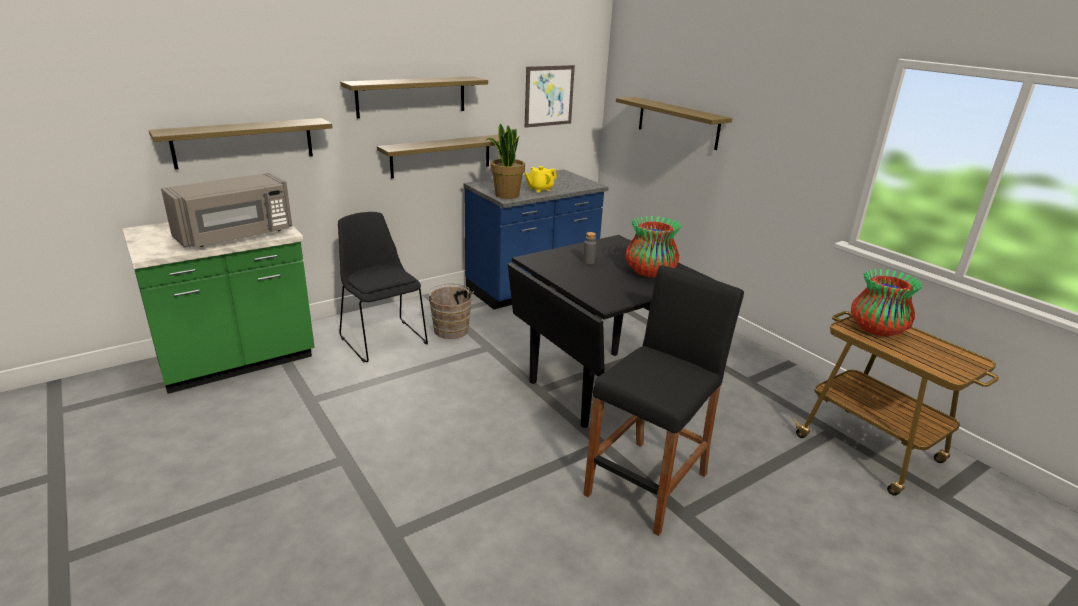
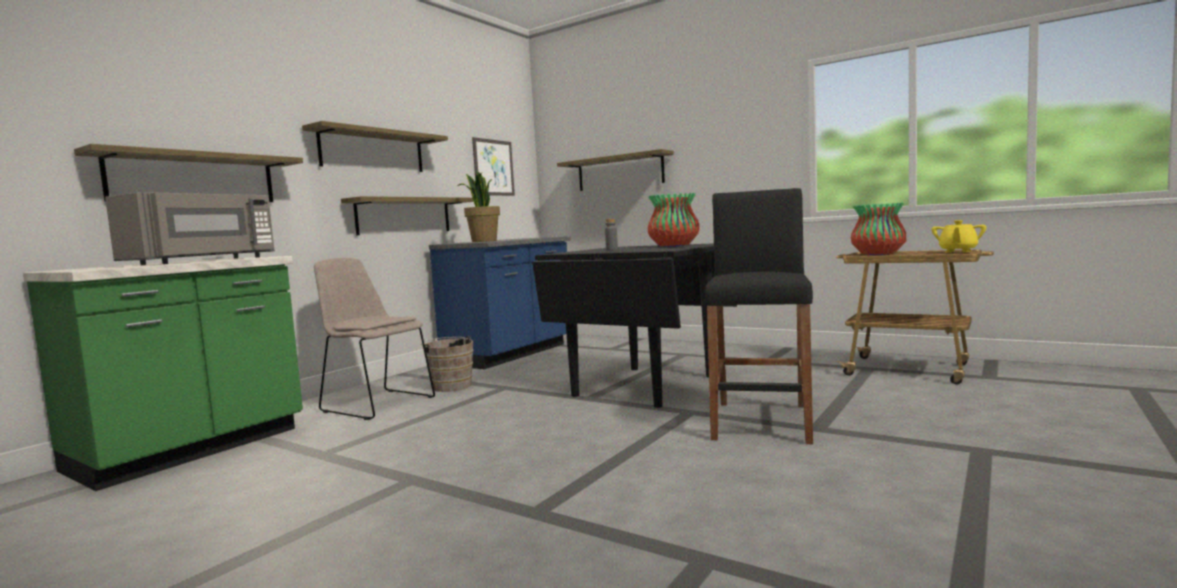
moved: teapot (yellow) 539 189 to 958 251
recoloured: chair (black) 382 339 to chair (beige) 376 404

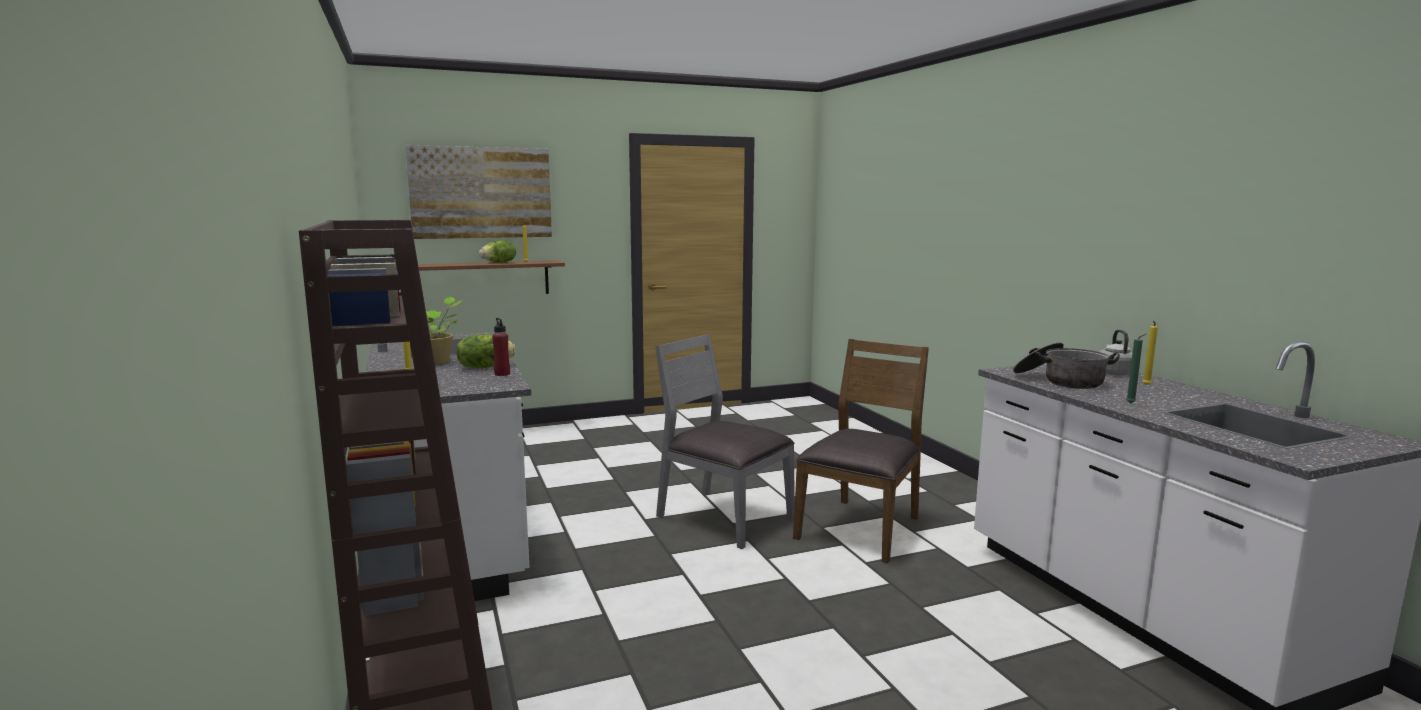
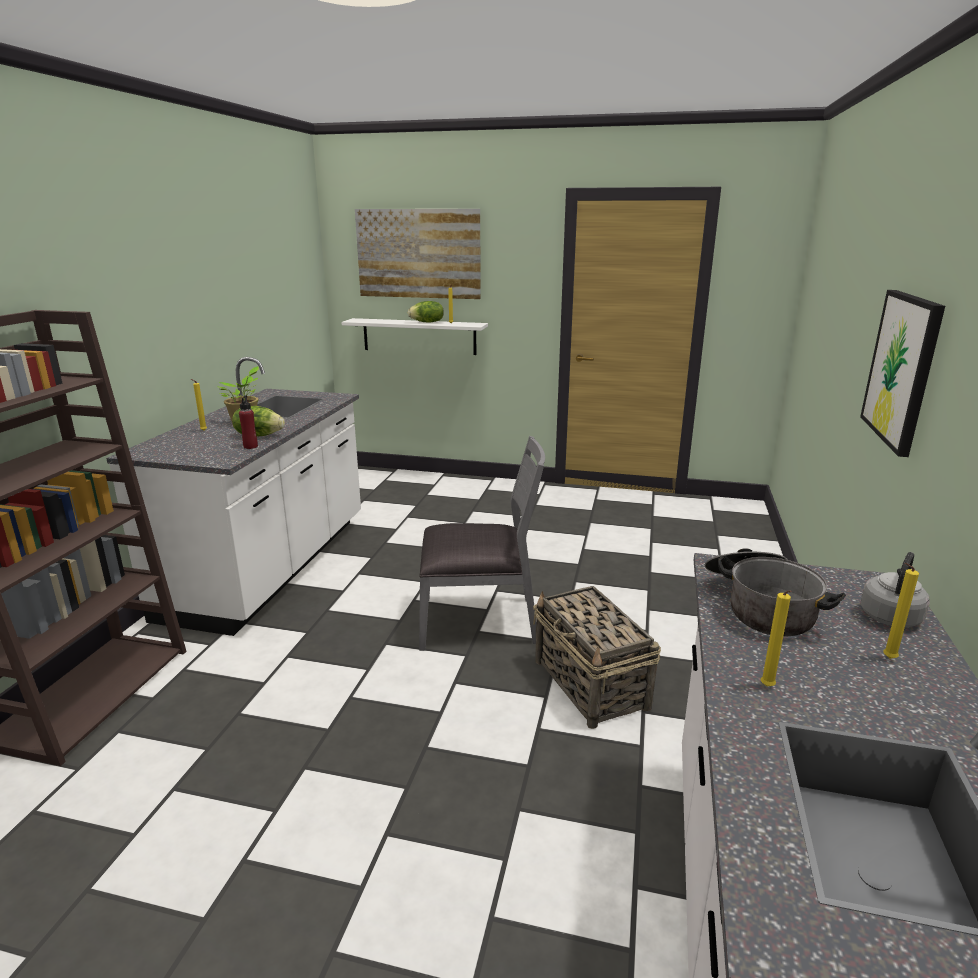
added: picture 902 369
replaced: chair (brown) 860 528 to basket 591 685
recoloured: shelf (brown) 483 279 to shelf (white) 419 336; candle (green) 1132 404 to candle (yellow) 767 688
turned: chair (grey) 722 517 = 479 621 105 degrees clockwise

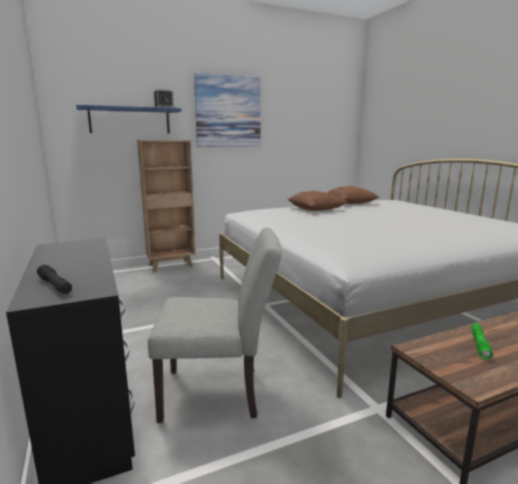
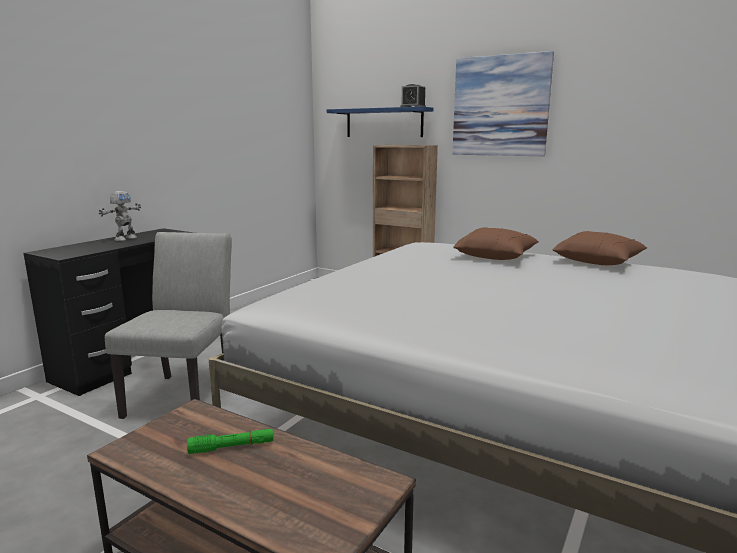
removed: flashlight (black) 55 285
added: toy robot 125 239
turned: chair (grey) 220 393 = 185 394 135 degrees counterclockwise

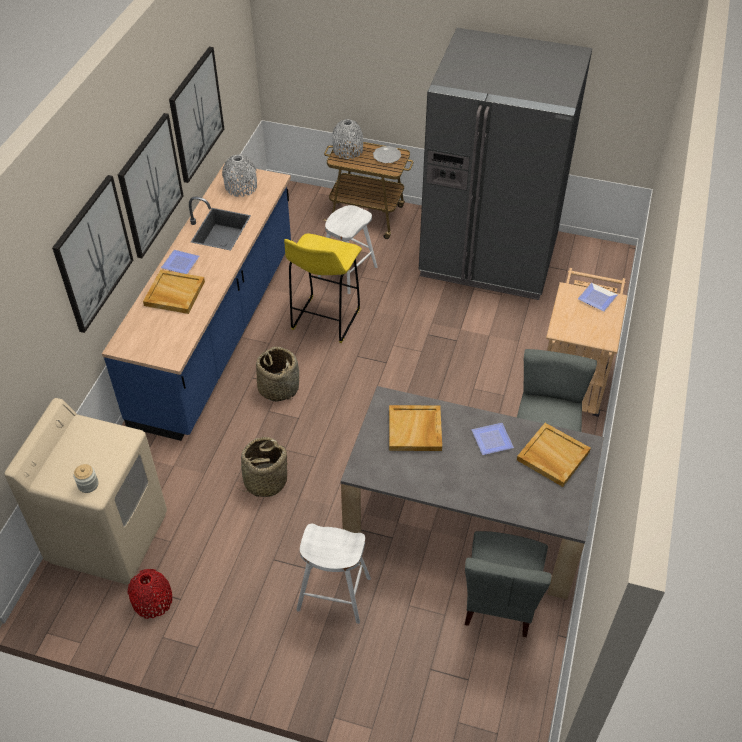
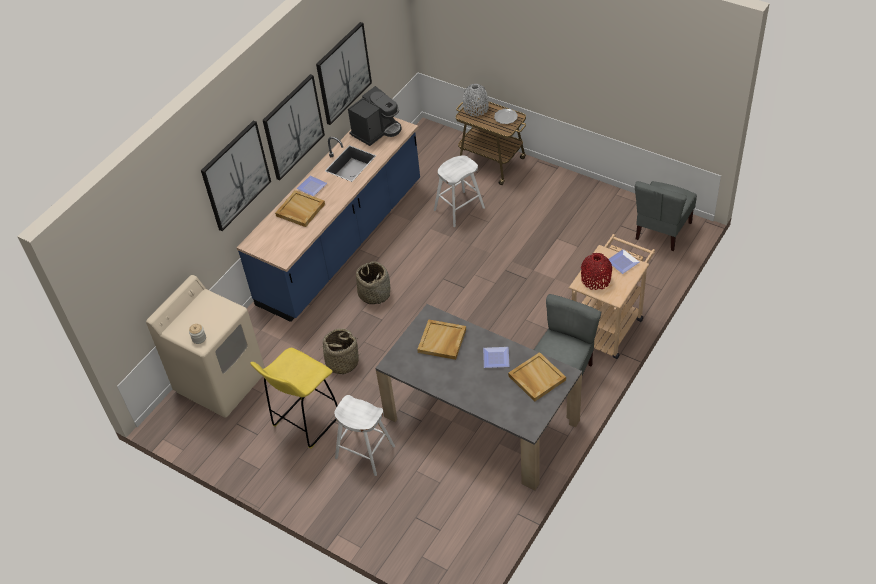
removed: fridge (grey) 489 256
moved: stool (yellow) 324 321 to 305 422; chair (grey) 500 601 to 662 231; vase (red) 153 601 to 596 279
replaced: vase (grey) 241 187 to coffee machine 376 131

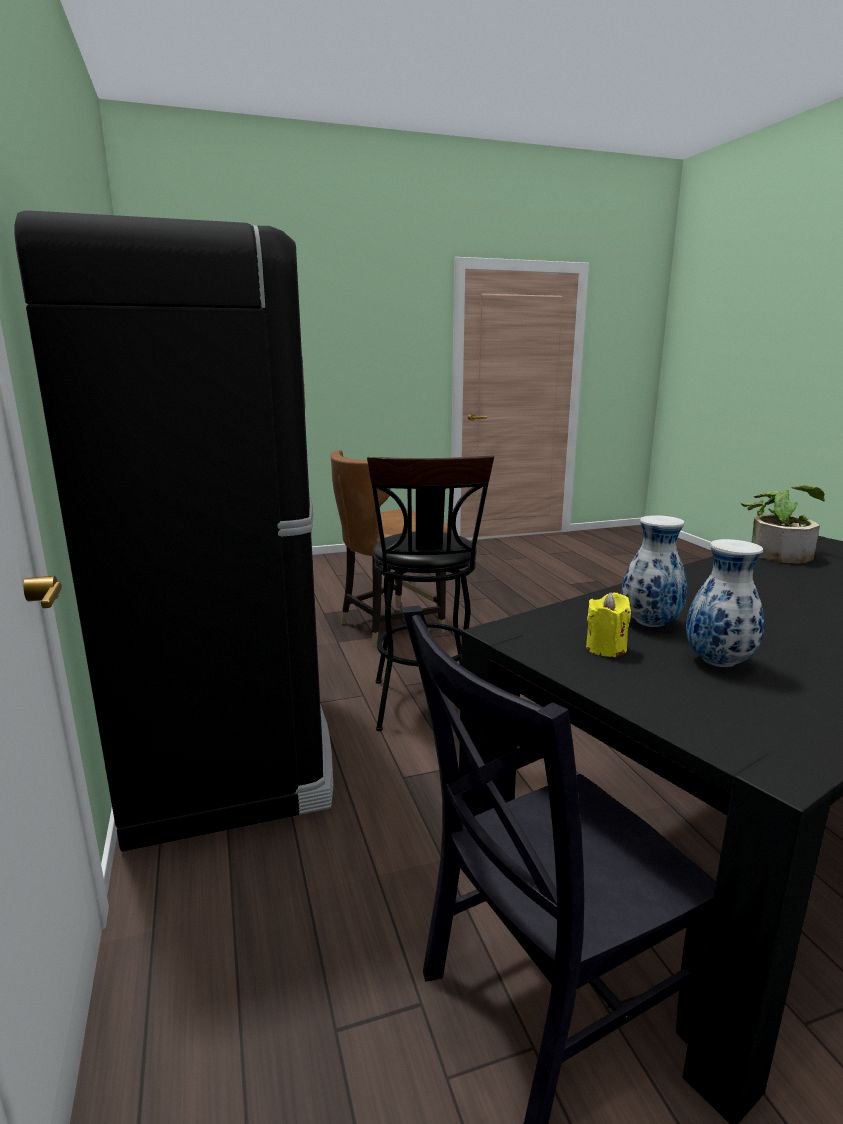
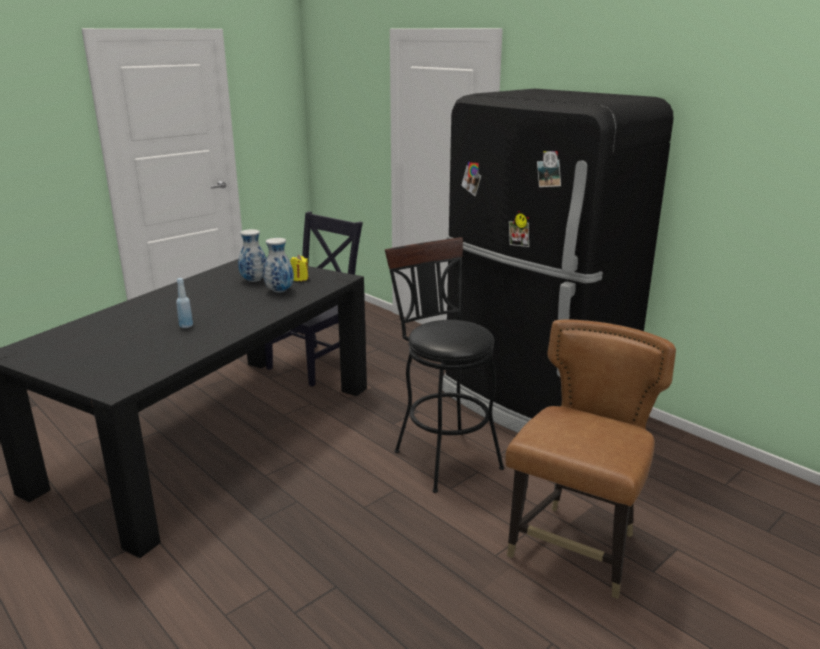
removed: potted plant 776 552
added: bottle (blue) 186 326

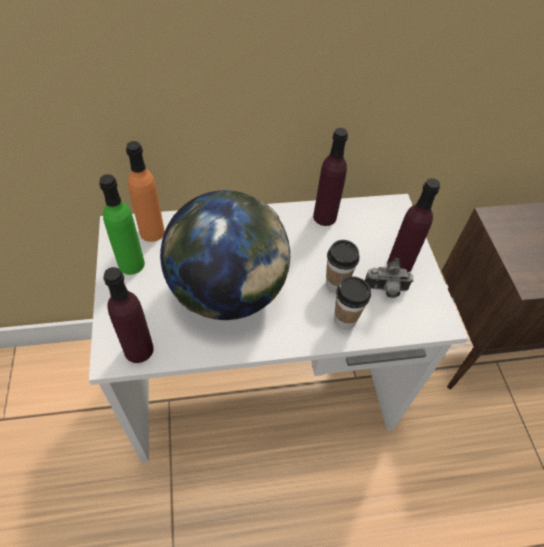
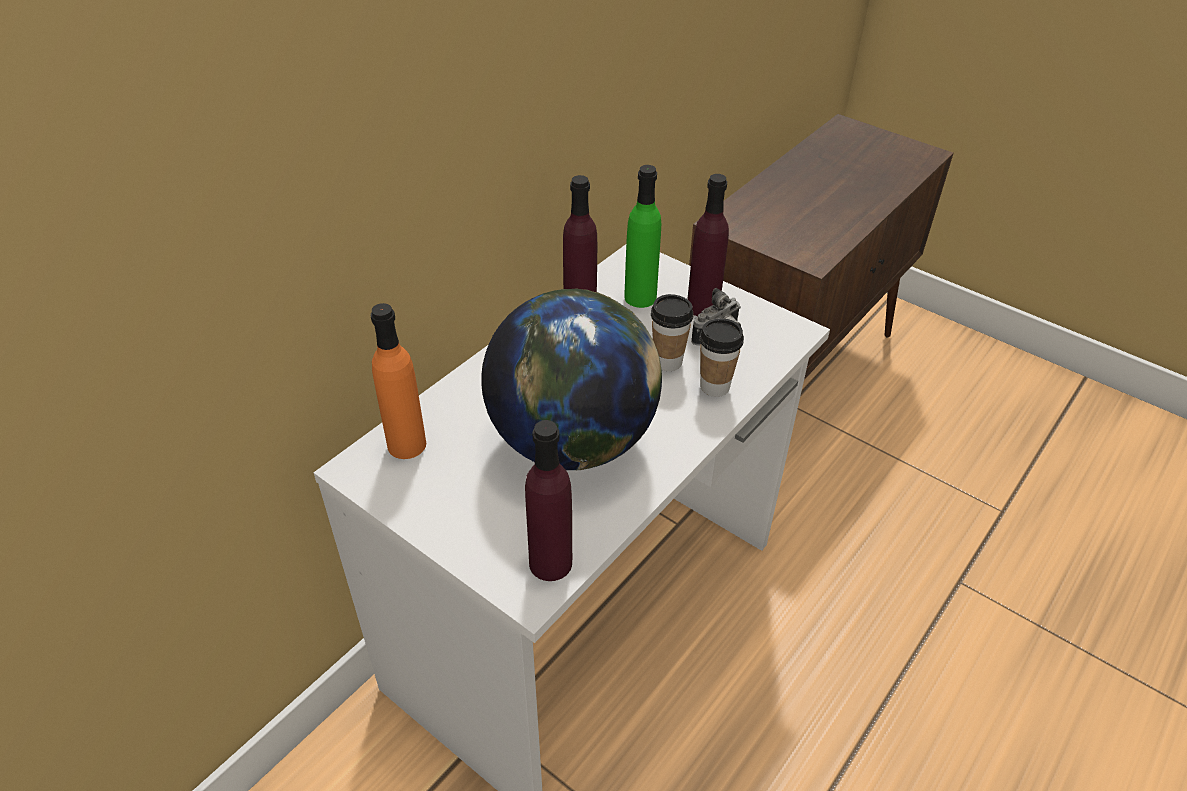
moved: bottle (green) 131 264 to 640 297

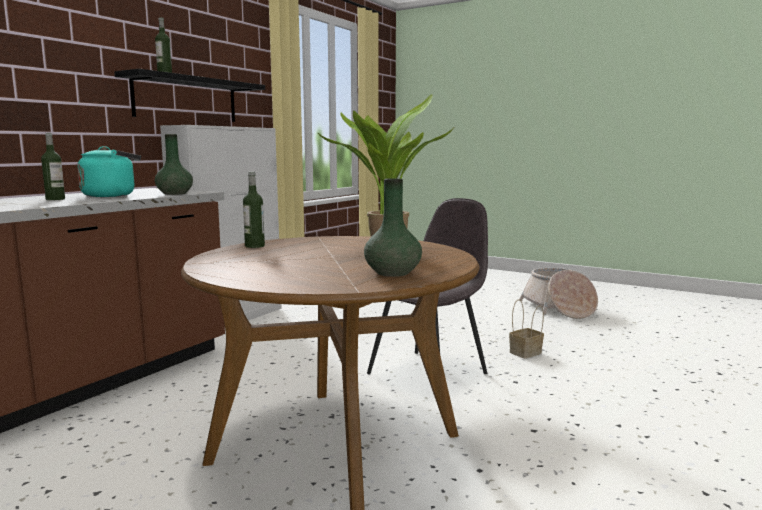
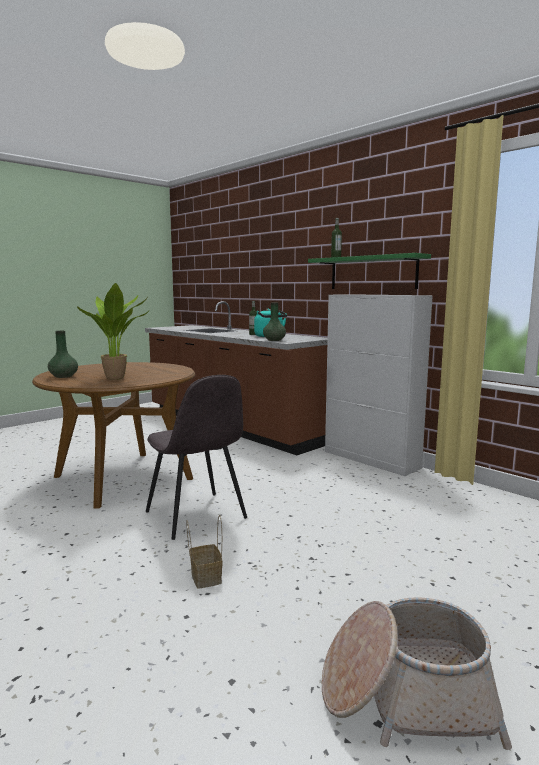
removed: bottle 254 246
recoloured: shelf (black) 186 99 to shelf (green) 372 273

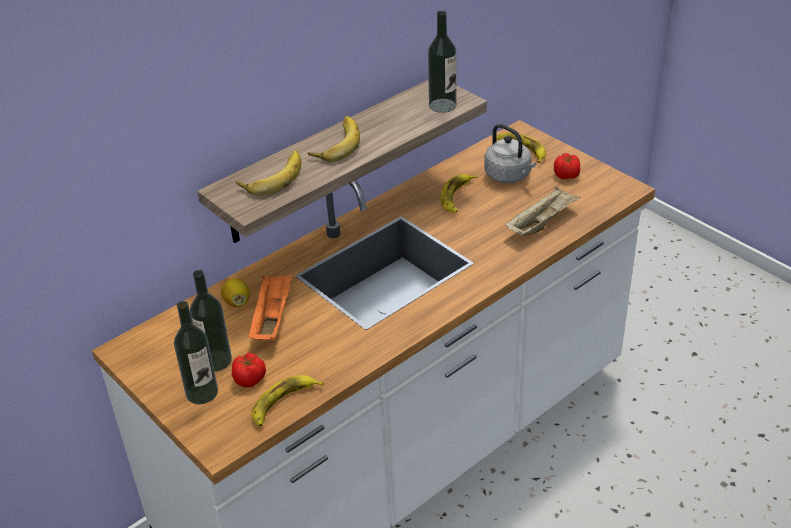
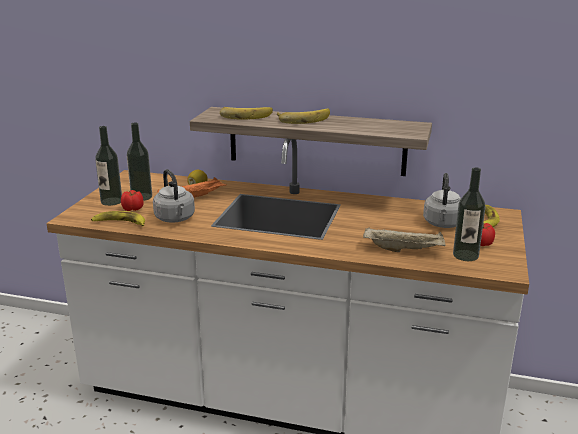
removed: banana 457 196
added: kettle (grey) 175 219
moved: bottle 442 105 to 465 255

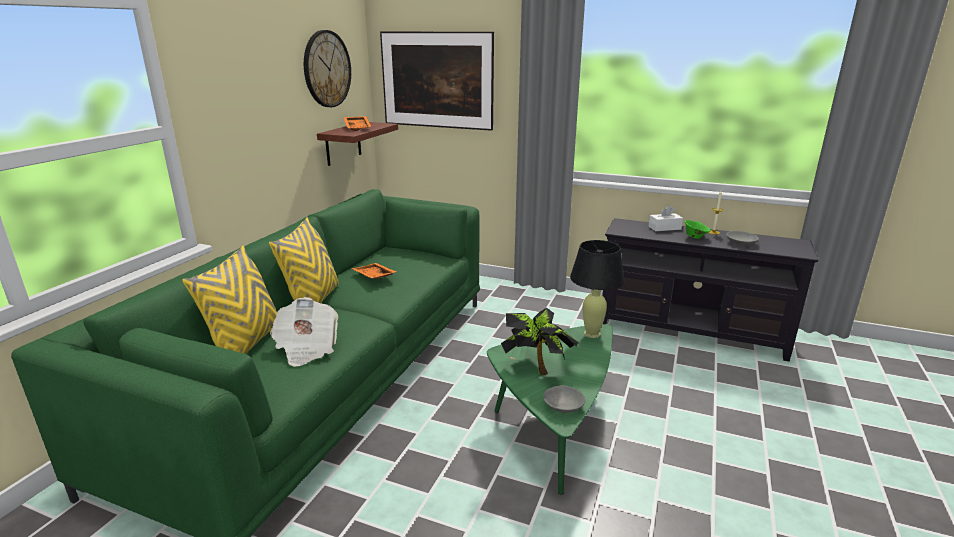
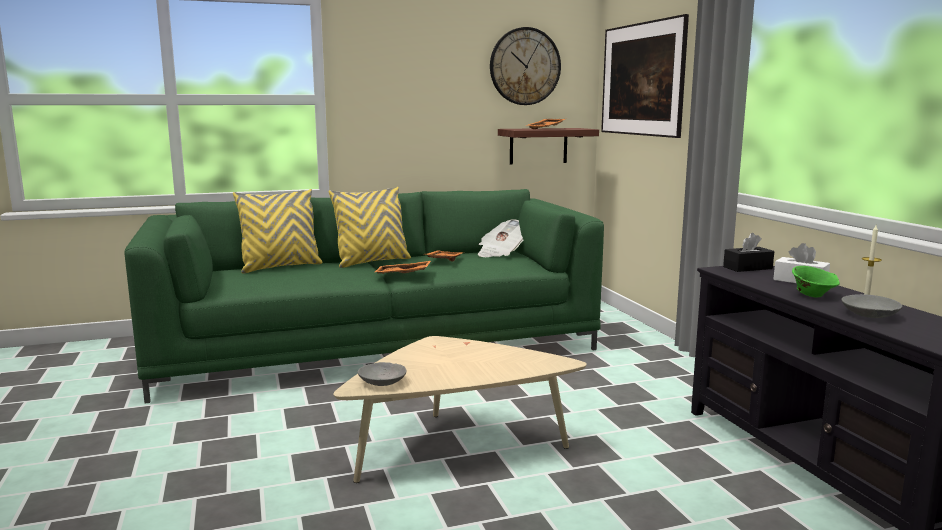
removed: table lamp (black) 592 333; potted plant 536 368
added: tissue box (black) 747 268; tray (orange) 402 275
moved: newspaper 306 347 to 501 253
recoloured: coffee table (green) 553 425 to coffee table (beige) 455 447

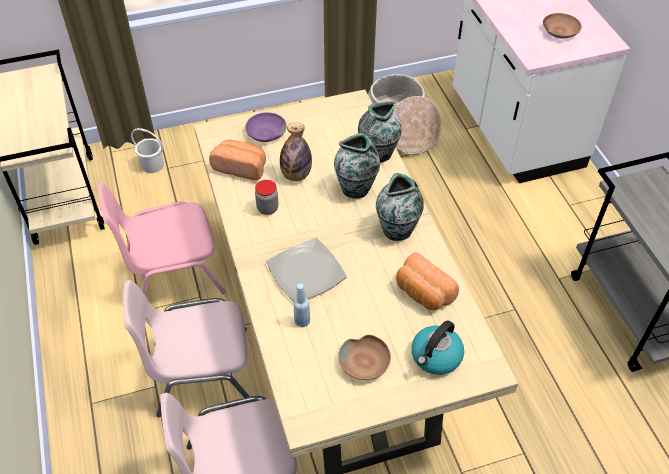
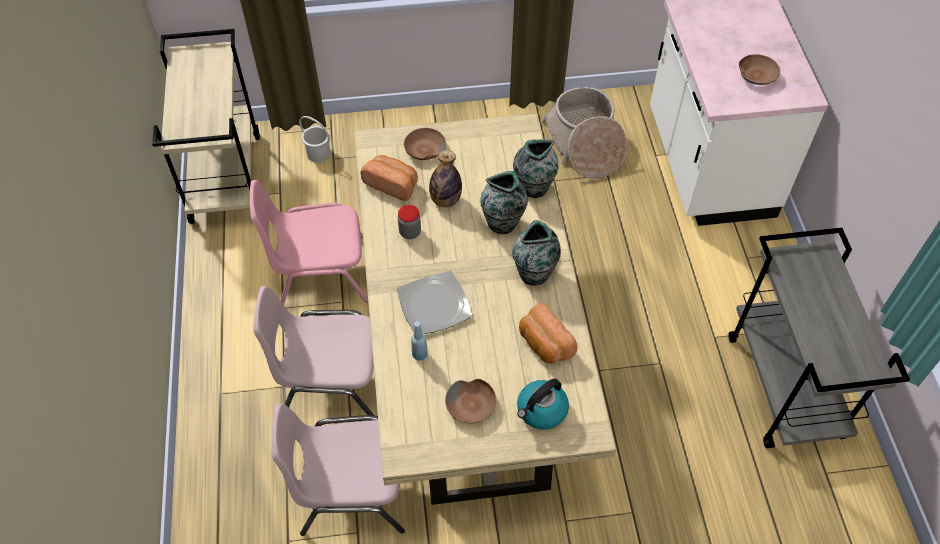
recoloured: bowl (purple) 265 133 to bowl (brown) 424 149

